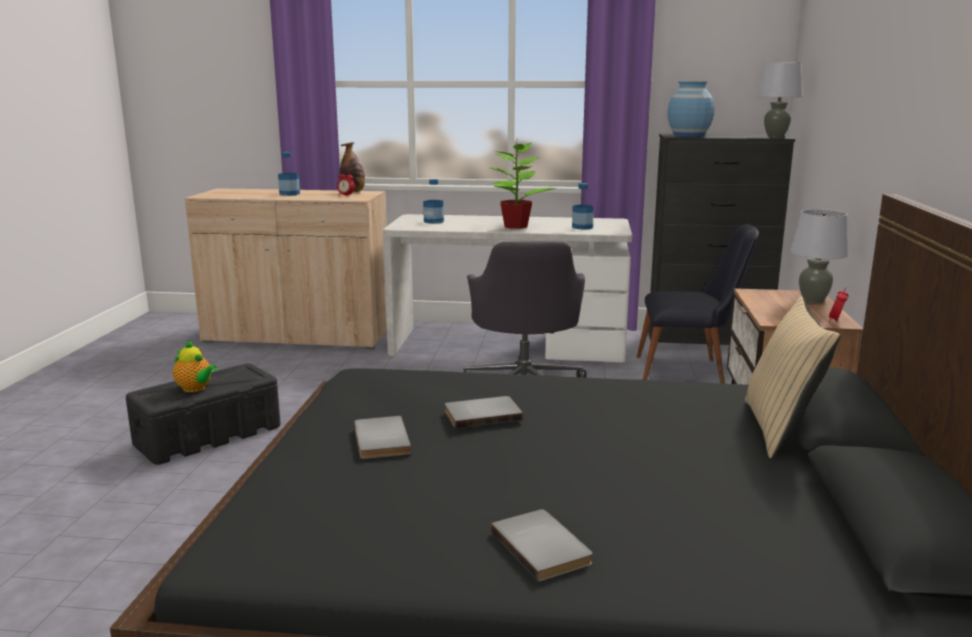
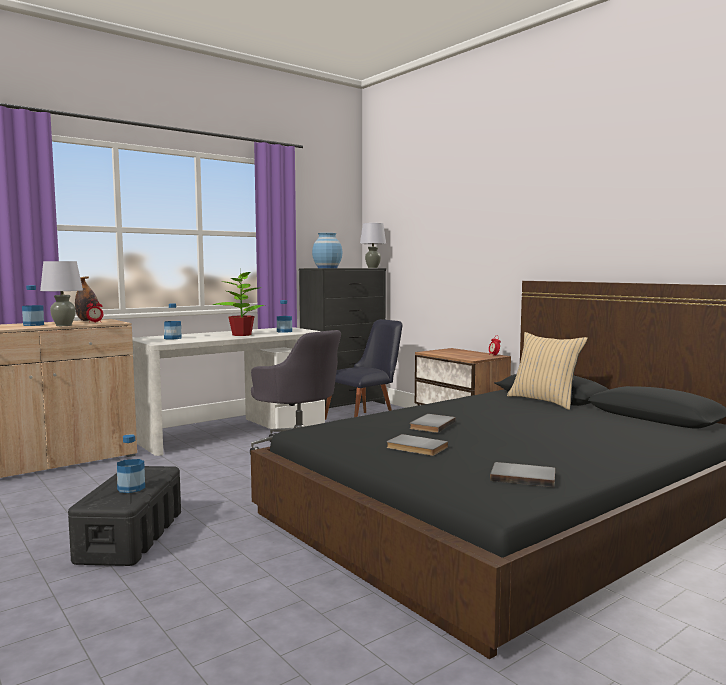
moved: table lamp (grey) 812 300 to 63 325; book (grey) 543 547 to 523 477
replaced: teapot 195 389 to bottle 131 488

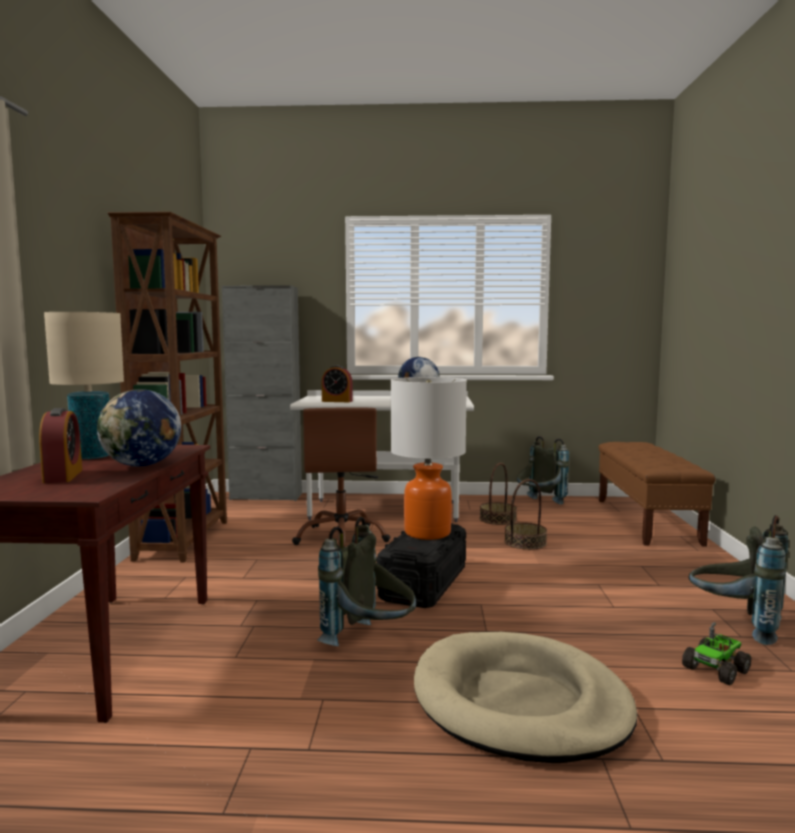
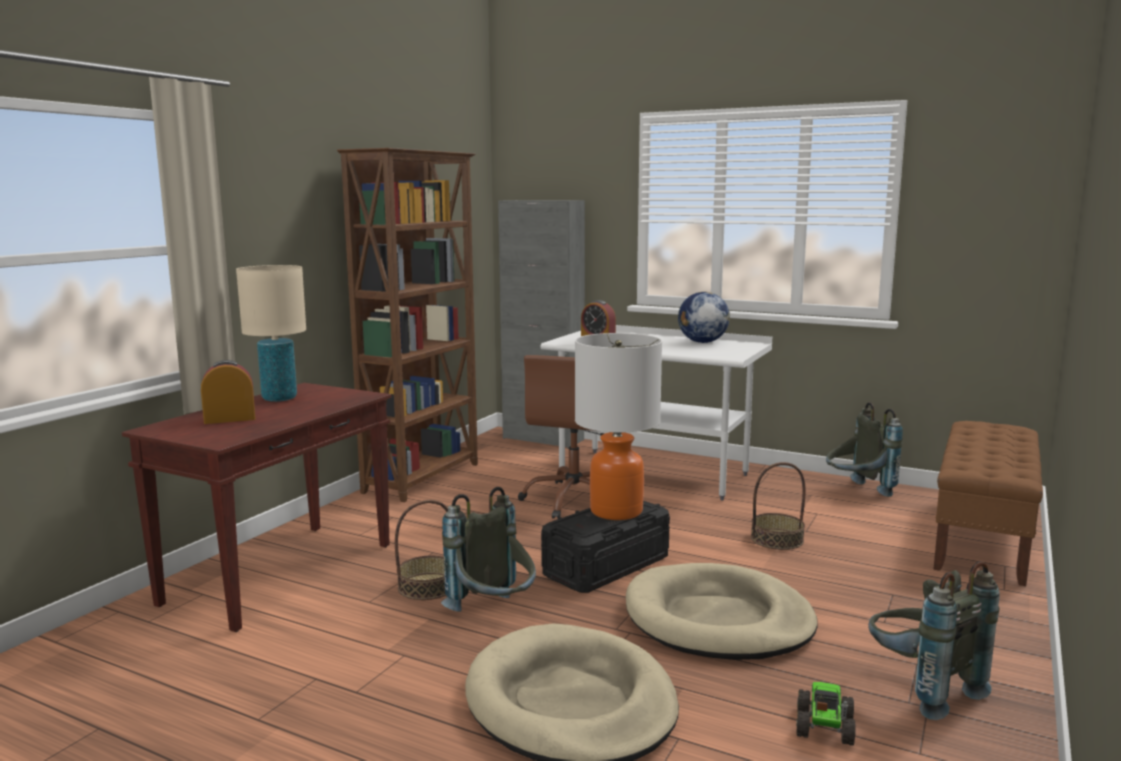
removed: globe 142 465
added: dog bed (beige) 718 619
moved: basket 497 519 to 427 586
turned: alarm clock 63 476 = 230 419 120 degrees counterclockwise; toy truck 716 669 = 824 728 120 degrees clockwise

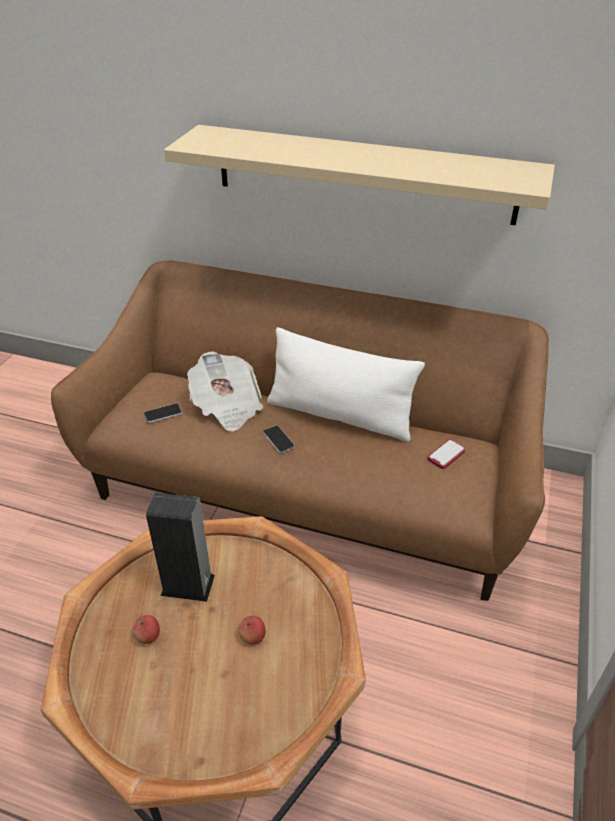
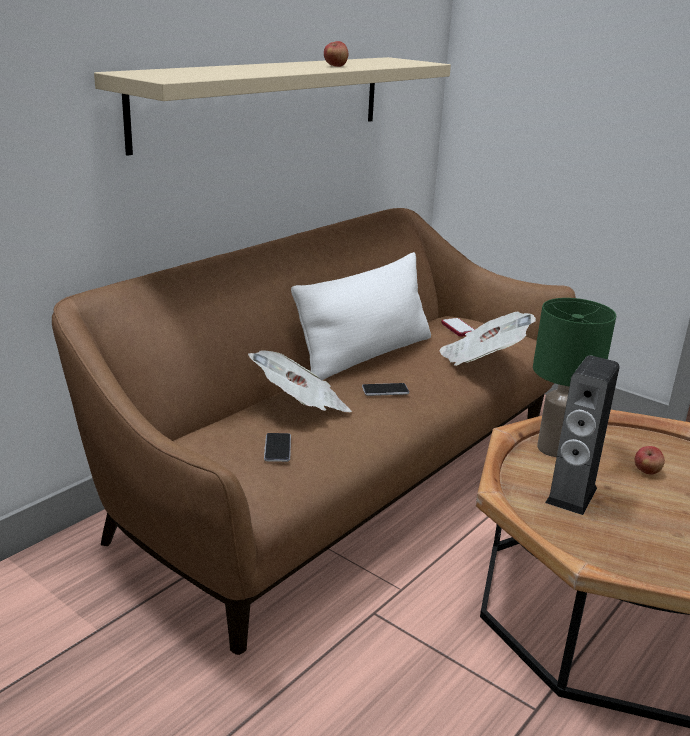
added: table lamp (green) 552 448; newspaper 482 359
moved: apple 148 636 to 335 66

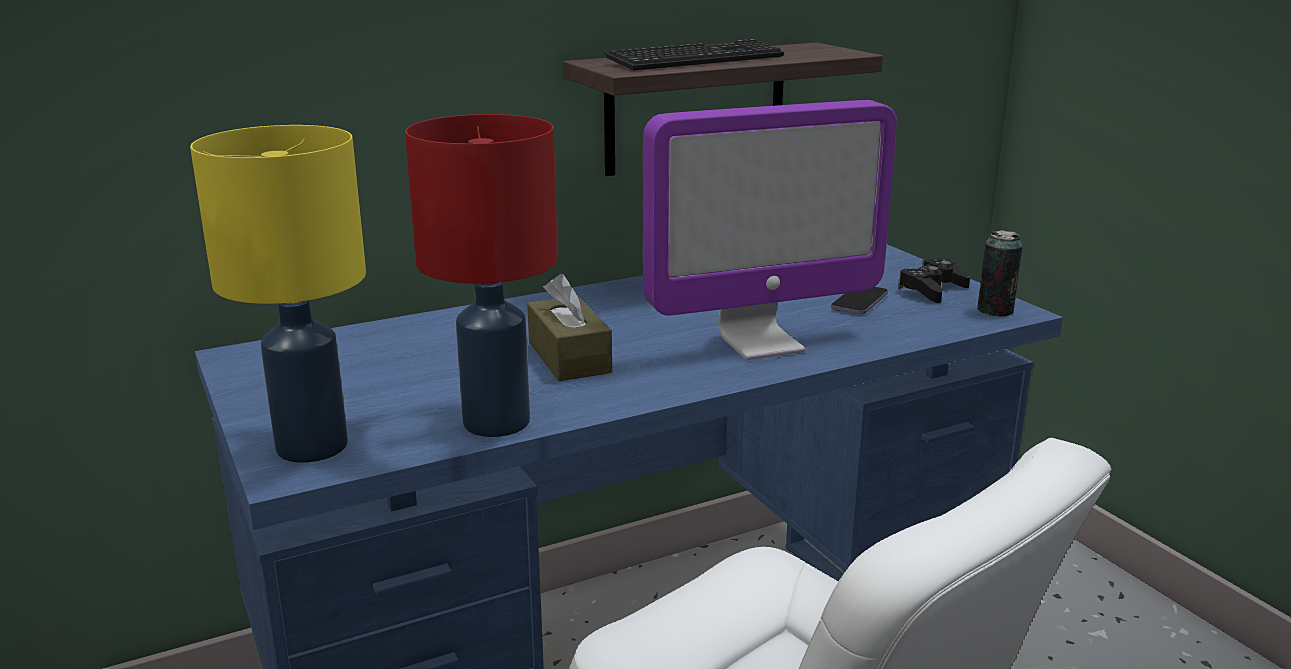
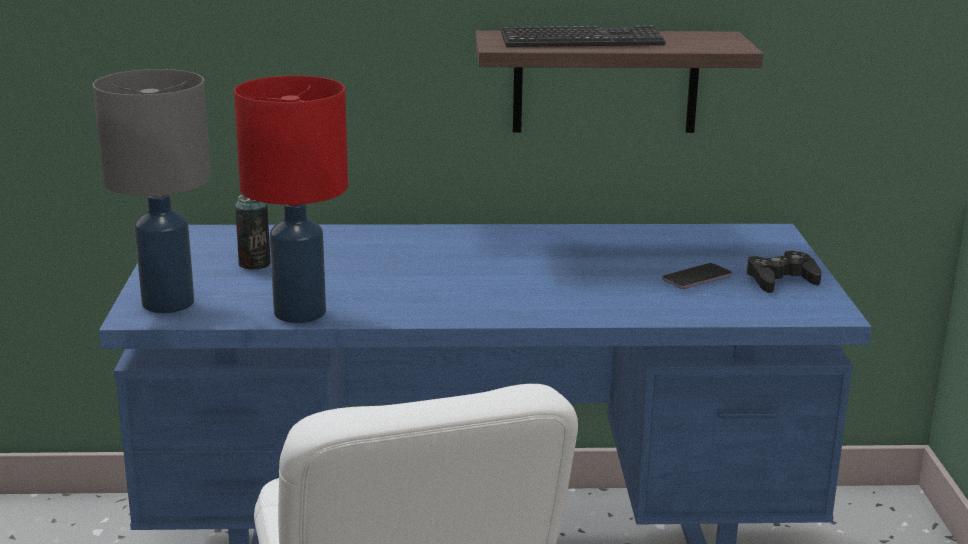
removed: monitor 760 343; tissue box (brown) 569 357
moved: can 995 311 to 254 264
recoloured: table lamp (yellow) 314 445 to table lamp (grey) 170 303

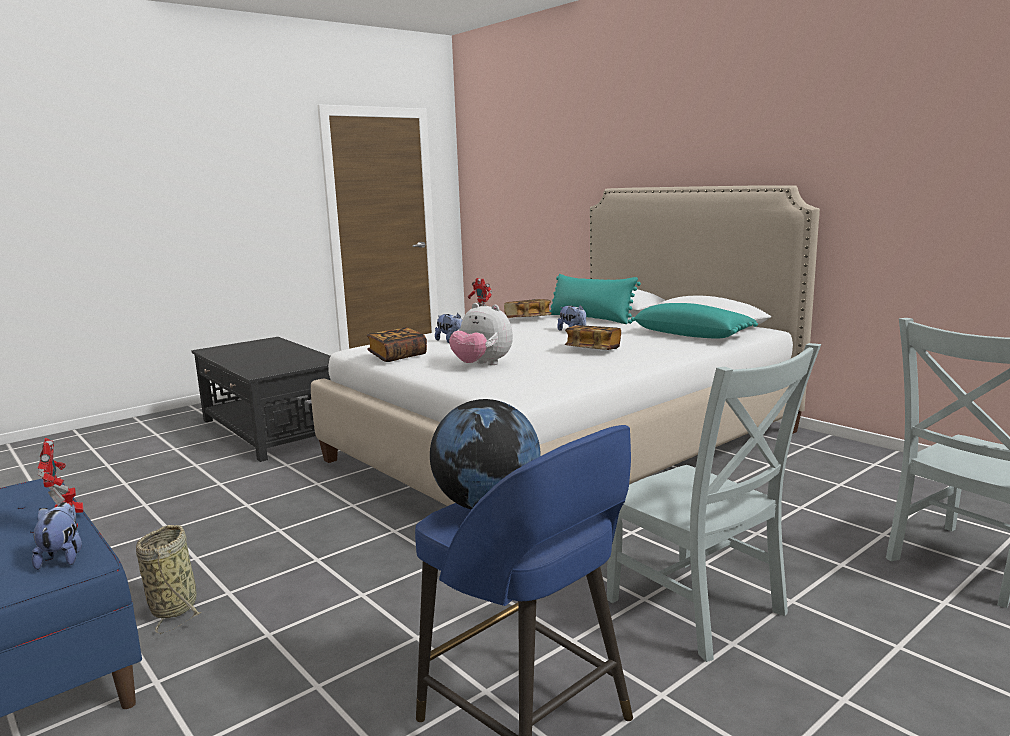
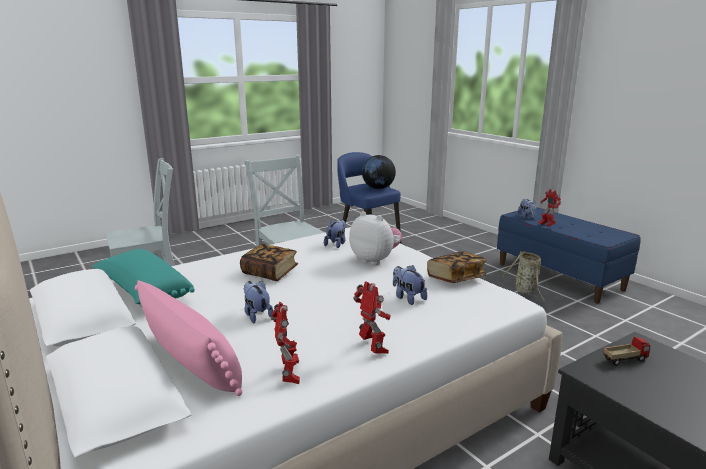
added: plush toy 336 244; toy truck 624 359
replaced: book 527 319 to toy robot 289 375
recoloured: pillow (turquoise) 591 318 to pillow (pink) 192 362

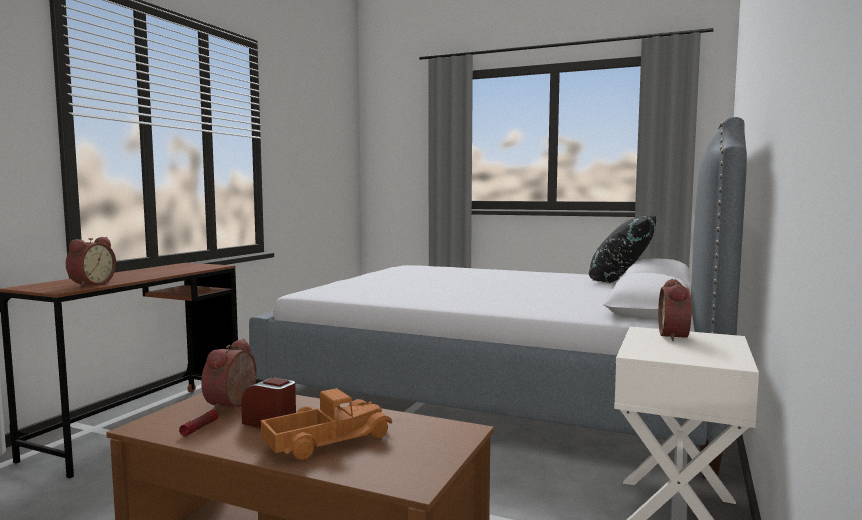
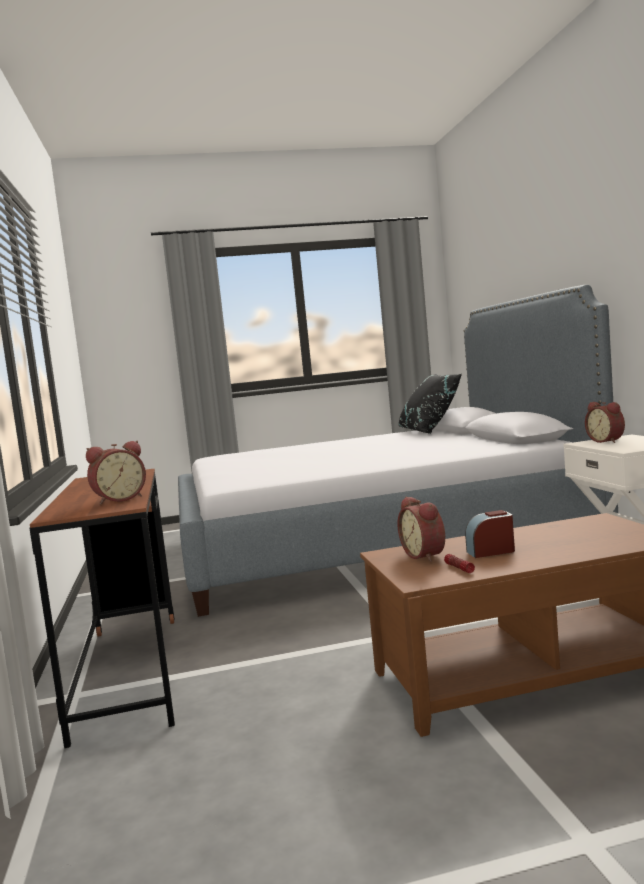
removed: toy truck 327 440
turned: alarm clock 90 284 = 119 499 75 degrees clockwise

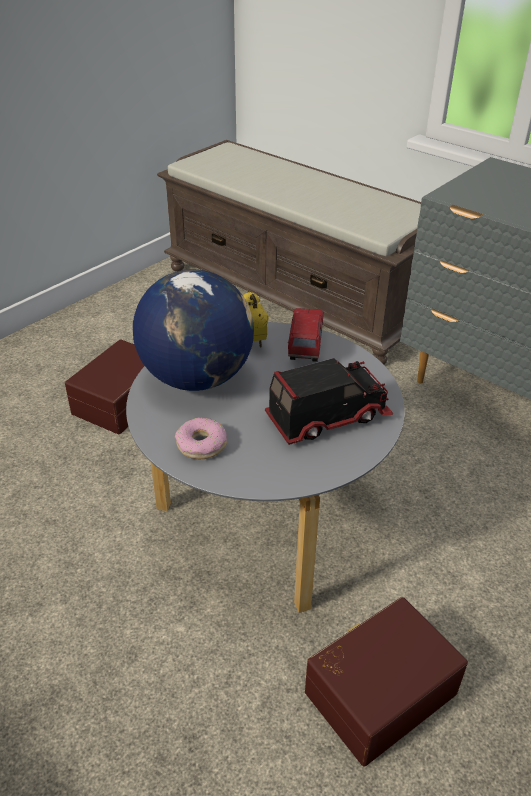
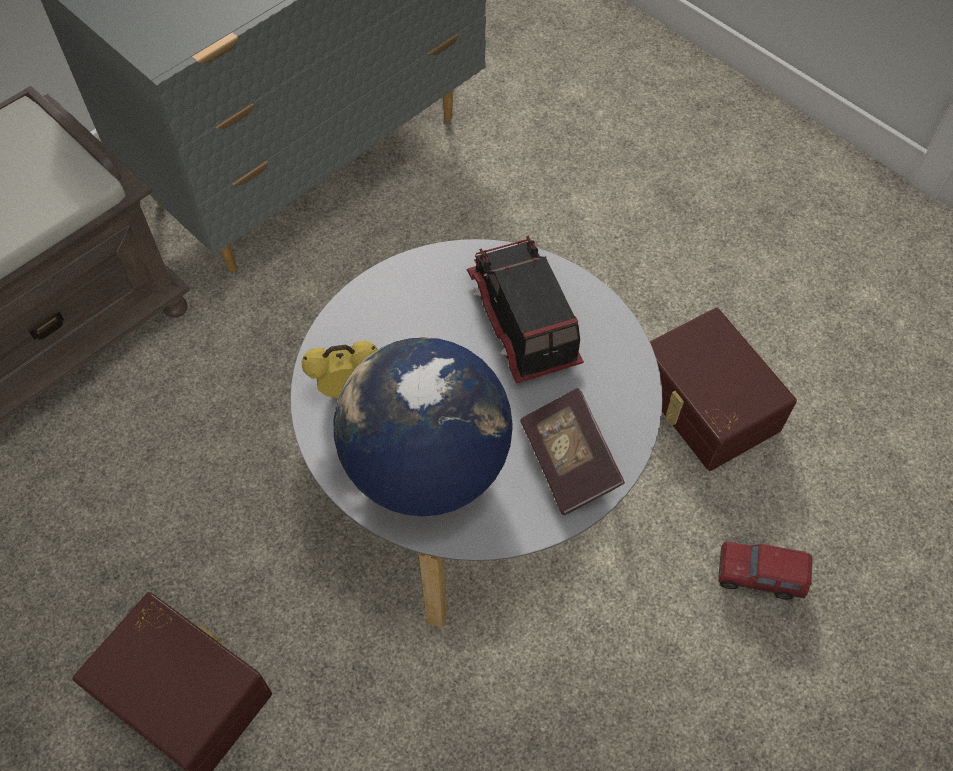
moved: toy truck 305 348 to 758 578
replaced: donut 201 444 to book 569 462

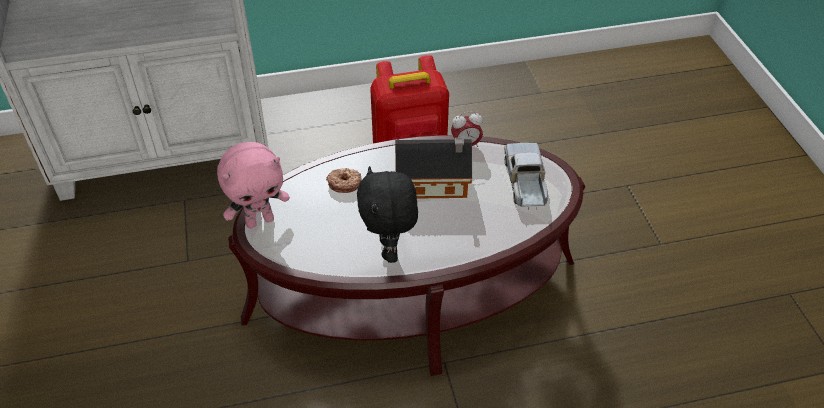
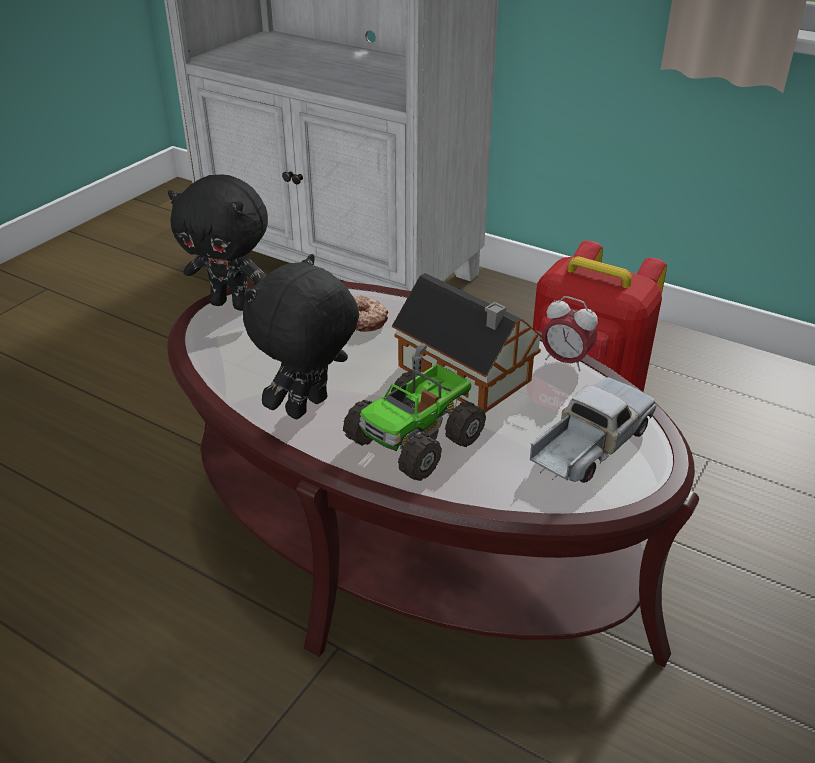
added: toy truck 416 439
recoloured: plush toy (pink) 260 220 to plush toy (black) 232 304

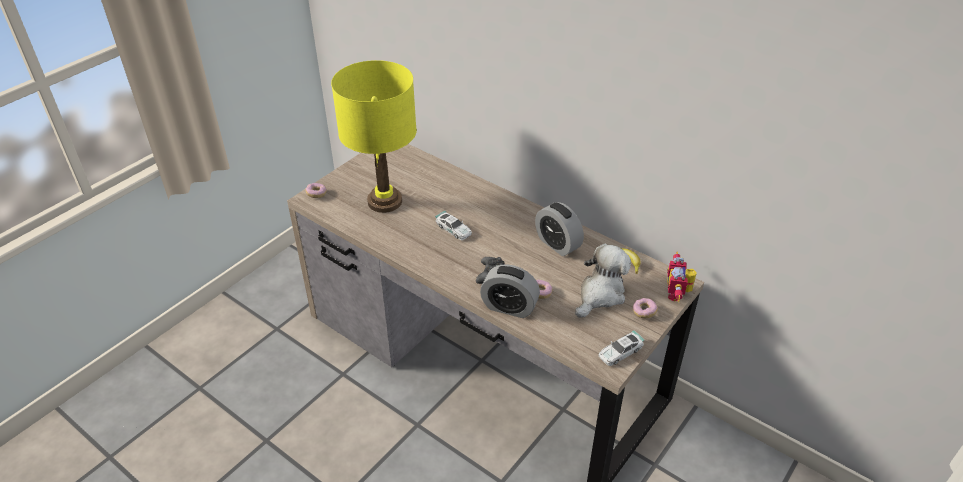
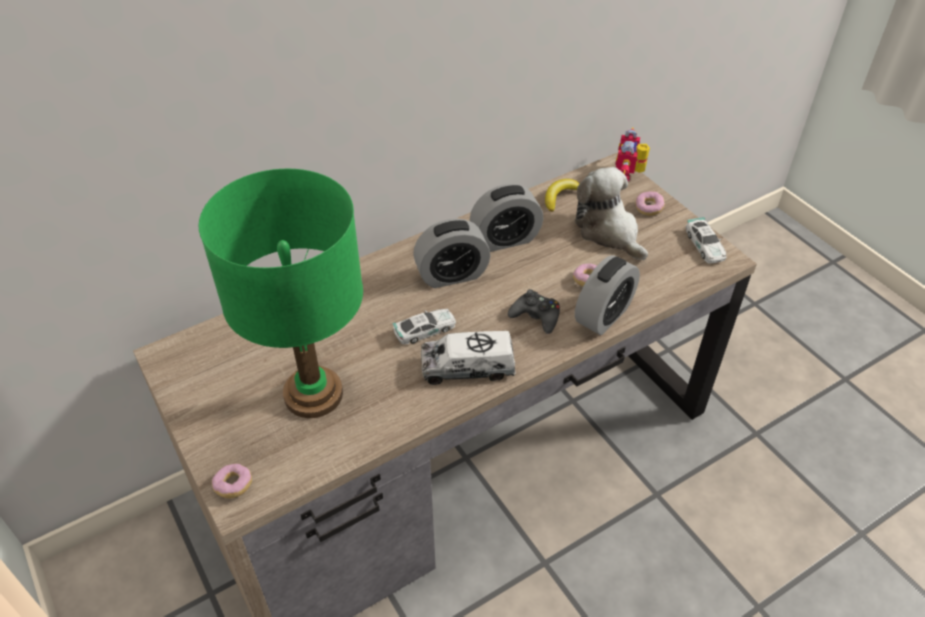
added: alarm clock 452 275; toy truck 467 367
recoloured: table lamp (yellow) 385 201 to table lamp (green) 313 394
turned: toy robot 677 294 = 629 176 75 degrees clockwise

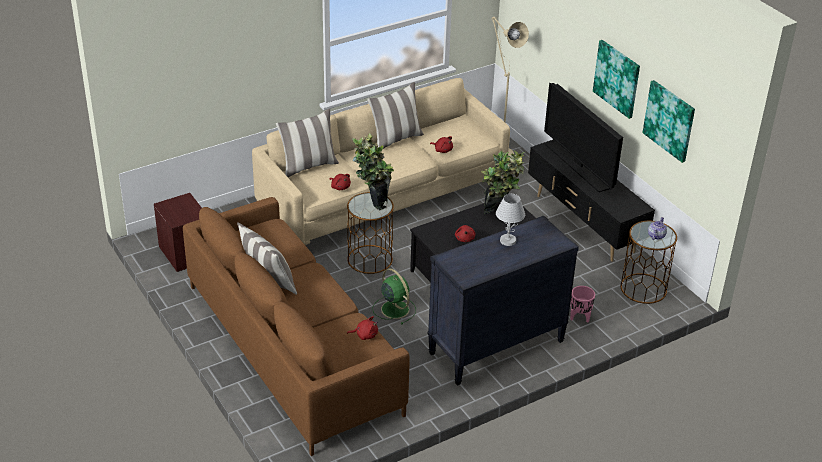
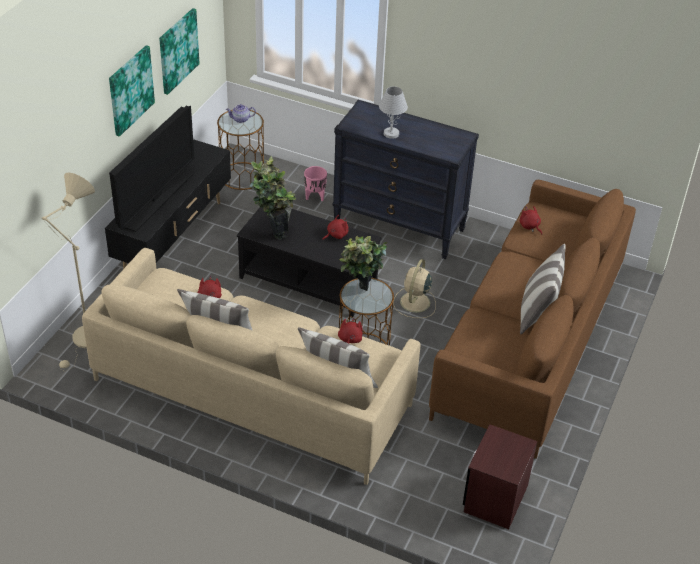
recoloured: fan (green) 394 308 to fan (beige) 414 303

